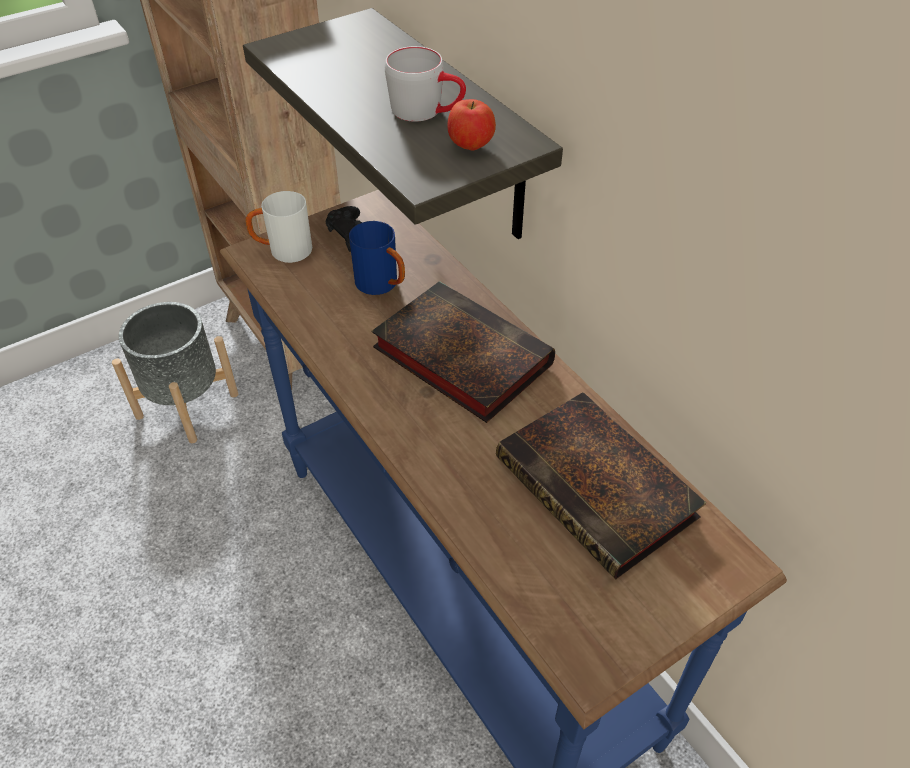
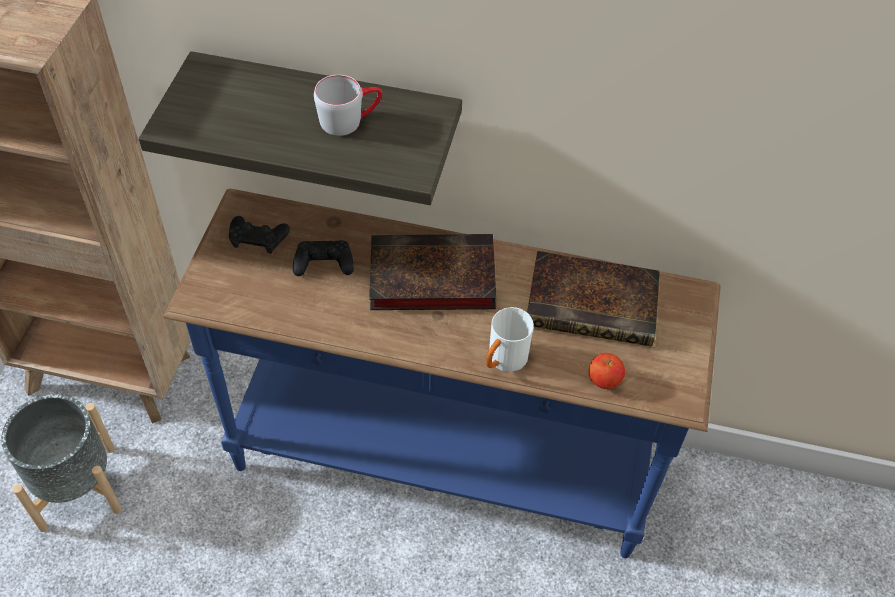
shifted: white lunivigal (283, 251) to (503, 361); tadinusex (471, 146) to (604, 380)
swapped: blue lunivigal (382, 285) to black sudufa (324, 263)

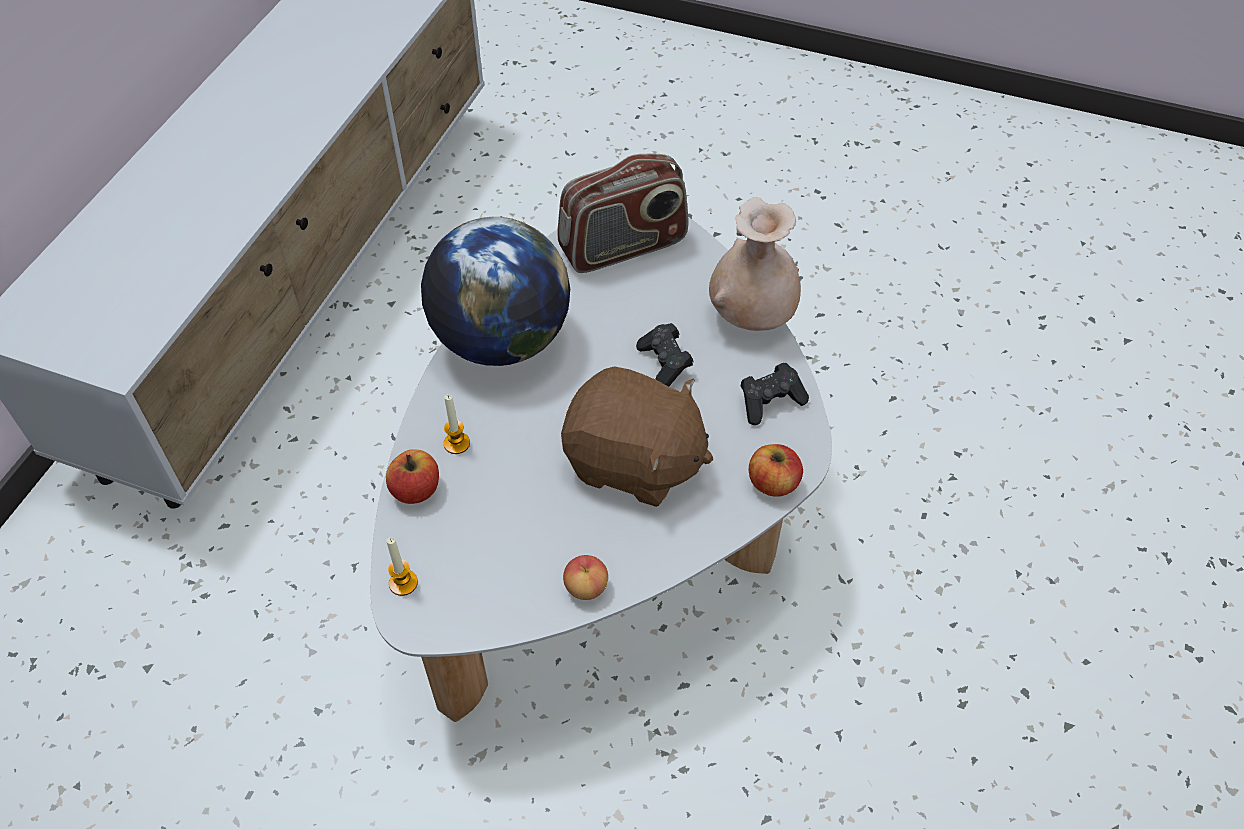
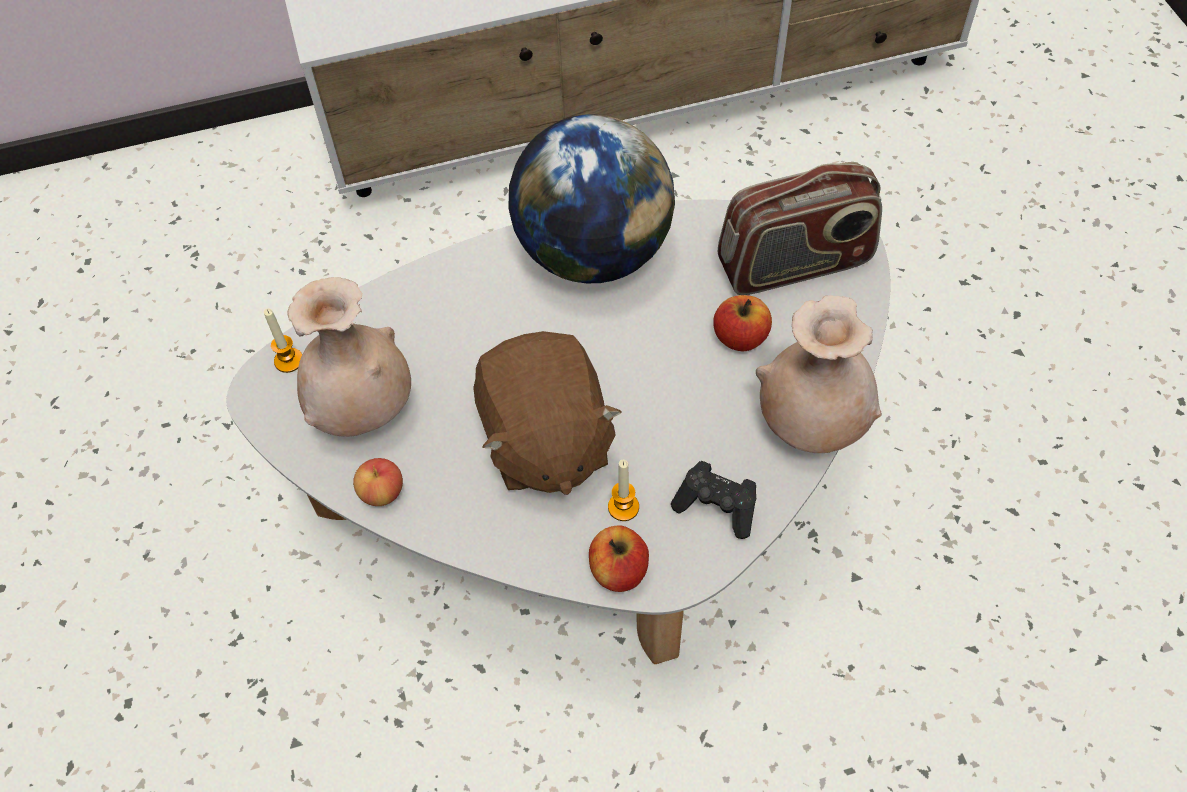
gone: black sudufa (665, 364)
new: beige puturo (363, 409)
shifted: tadinusex (416, 490) to (740, 337); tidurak (457, 443) to (623, 507)
rotated: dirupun (623, 246) = (795, 264) 45 degrees counterclockwise

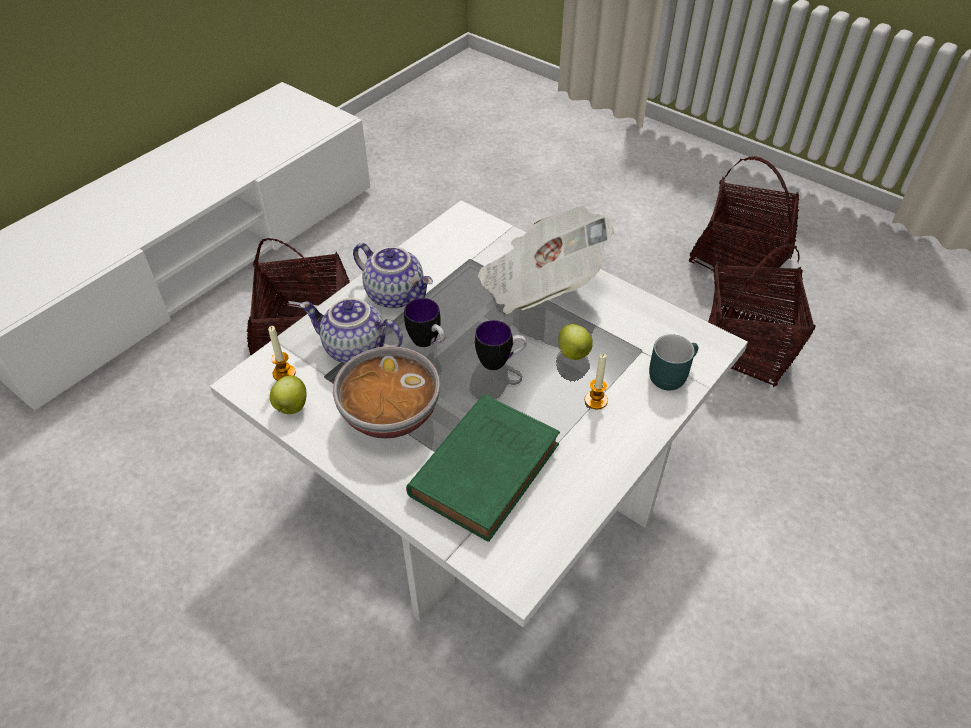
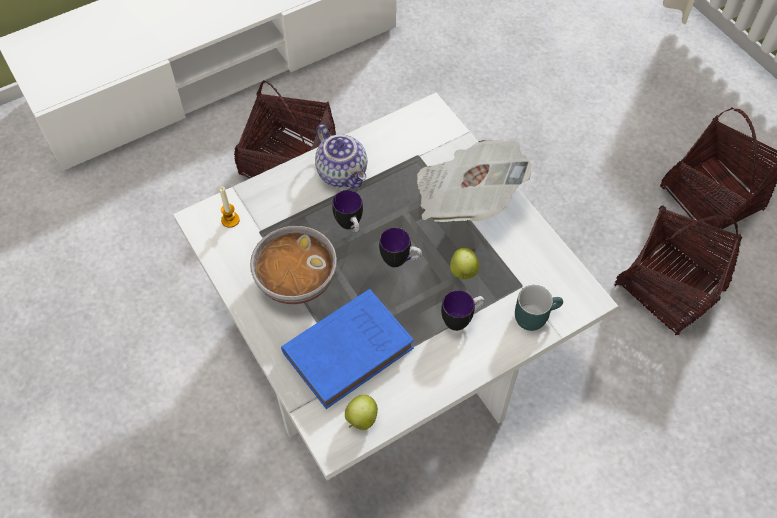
gone: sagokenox (354, 350)
shifted: tadinusex (291, 407) to (361, 419)
swapped: tidurak (596, 400) to lunivigal (461, 319)
repainted: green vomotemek (487, 467) to blue vomotemek (351, 349)

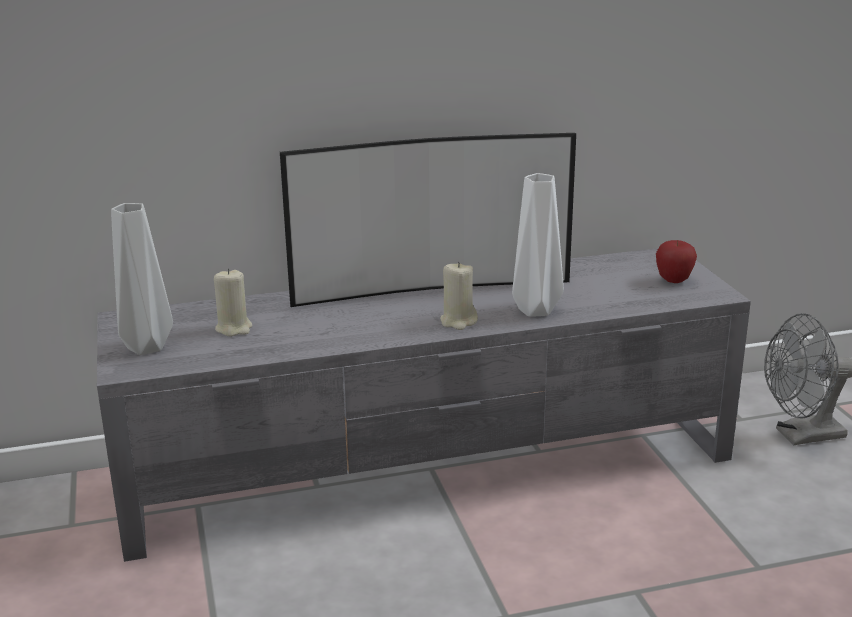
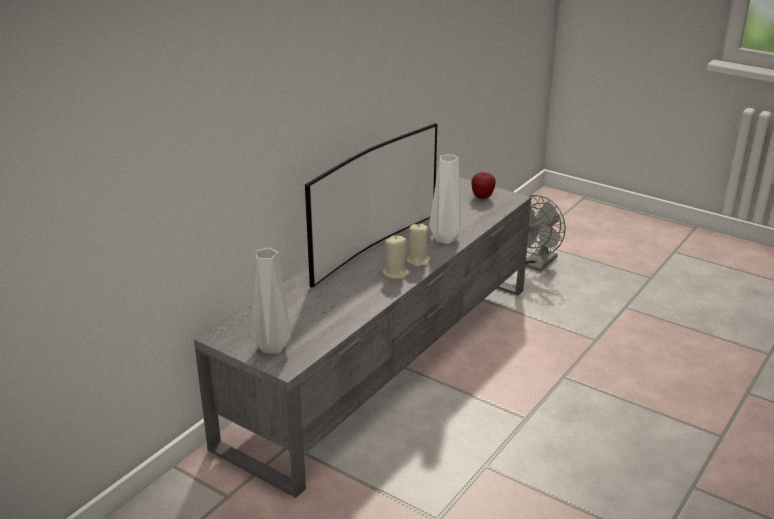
shifted: beige tidurak (234, 328) to (396, 273)

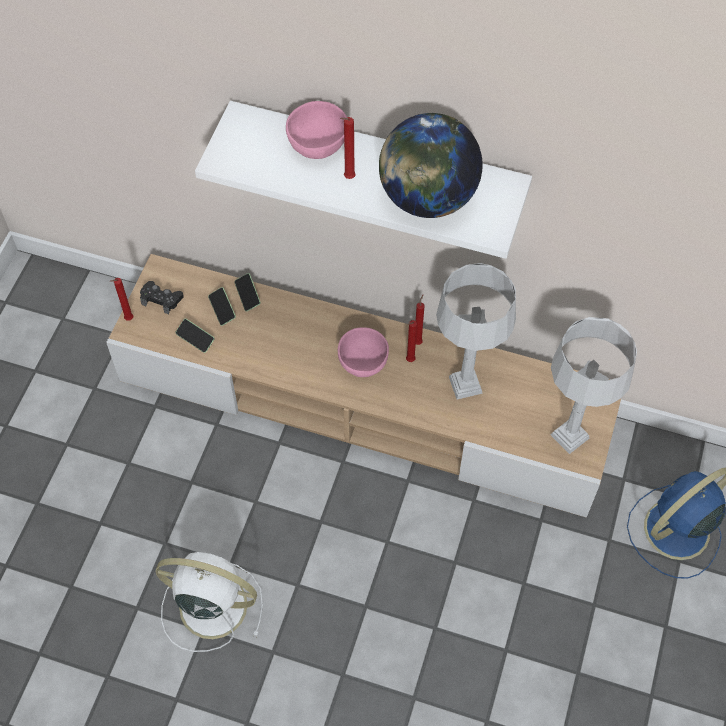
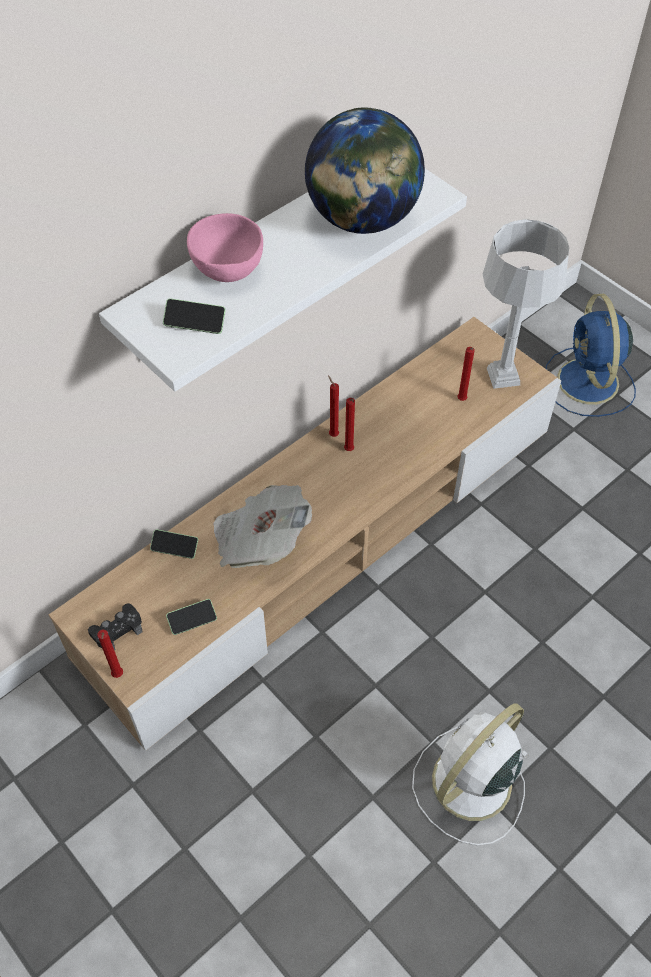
gone: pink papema (362, 363); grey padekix (465, 385)
new: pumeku (260, 540)
shifted: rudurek (222, 309) to (195, 322); red tidurak (348, 178) to (462, 401)

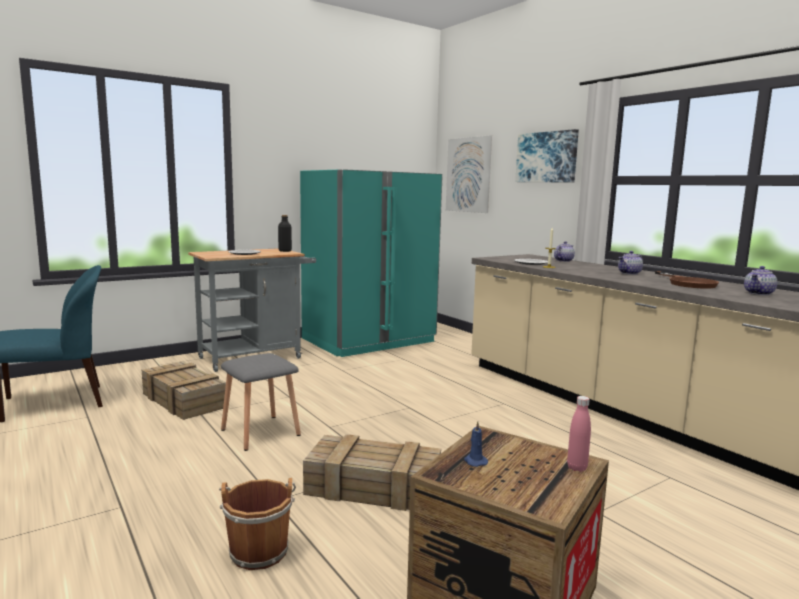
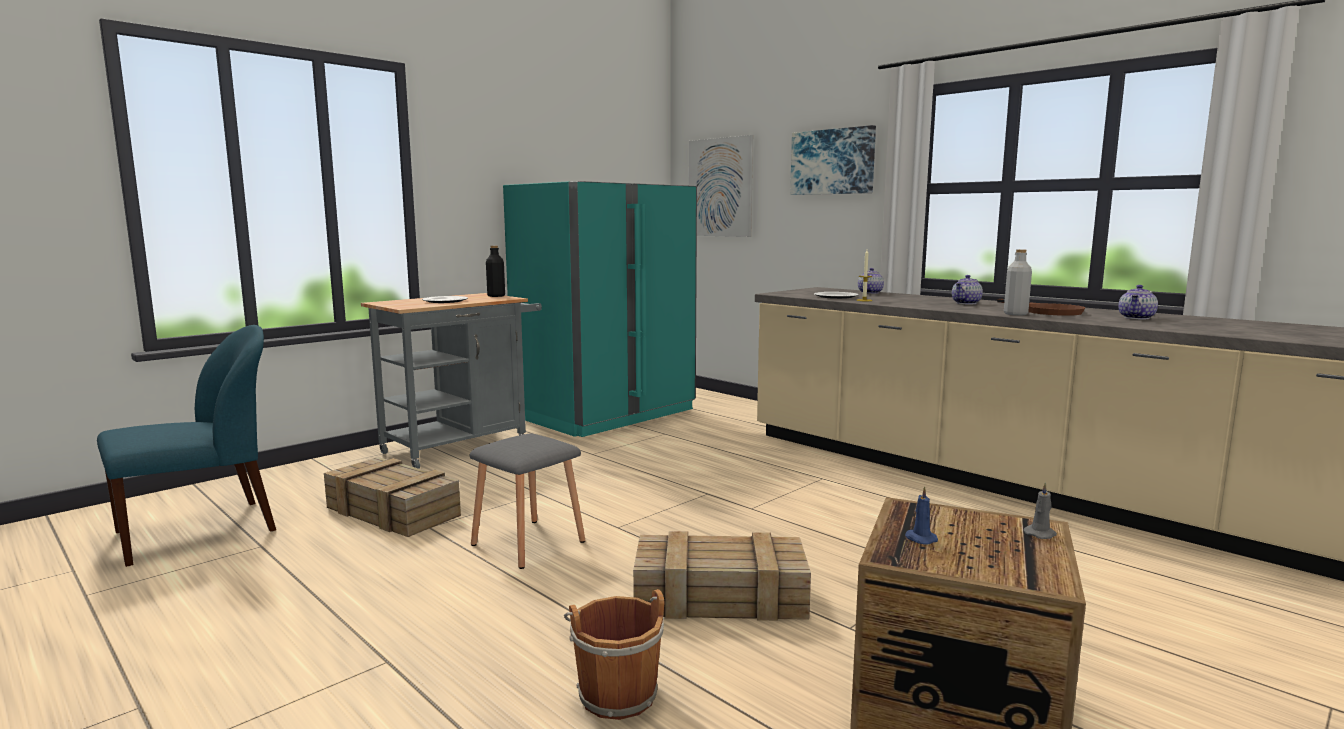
new: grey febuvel (1015, 314)
swapped: pink febuvel (577, 467) to grey tidurak (1040, 534)

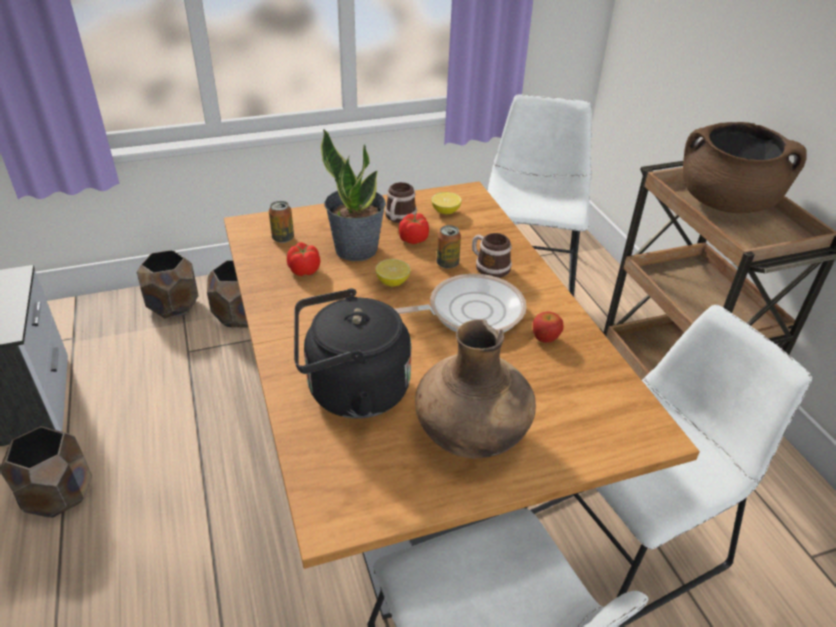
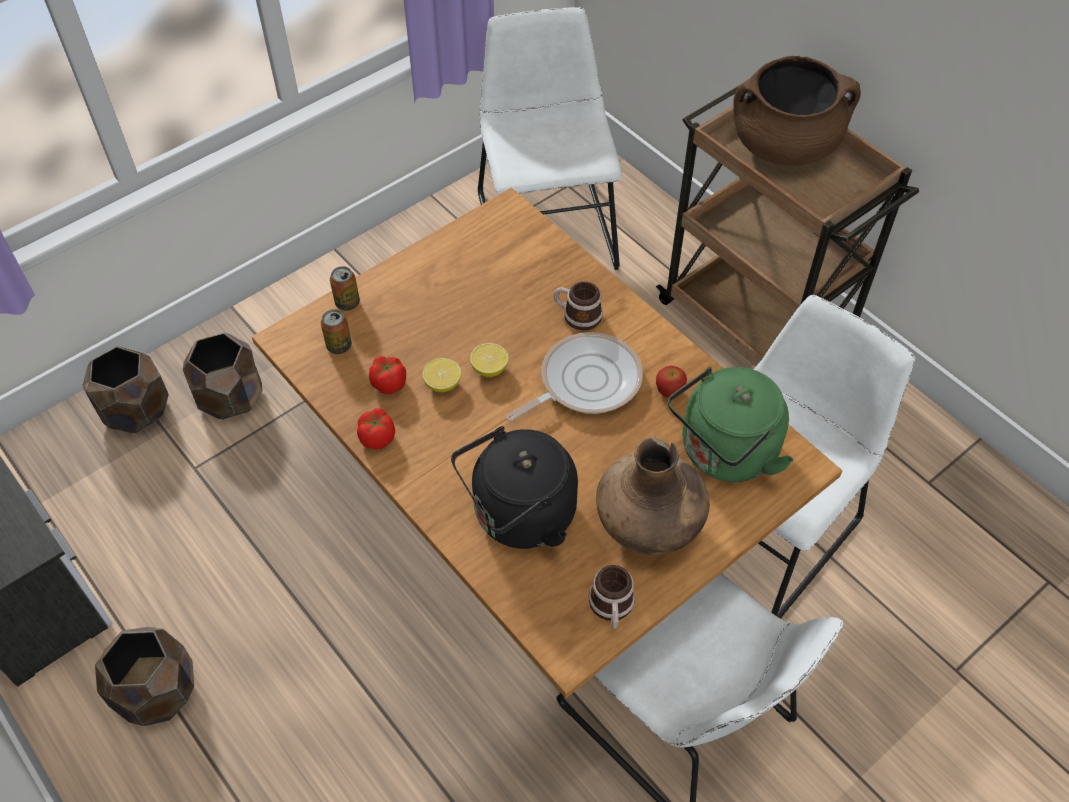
gone: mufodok (356, 248)
new: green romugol (724, 453)
shifted: lunivigal (399, 218) to (611, 608); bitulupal (414, 239) to (377, 437); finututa (445, 212) to (443, 384); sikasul (447, 263) to (347, 303)

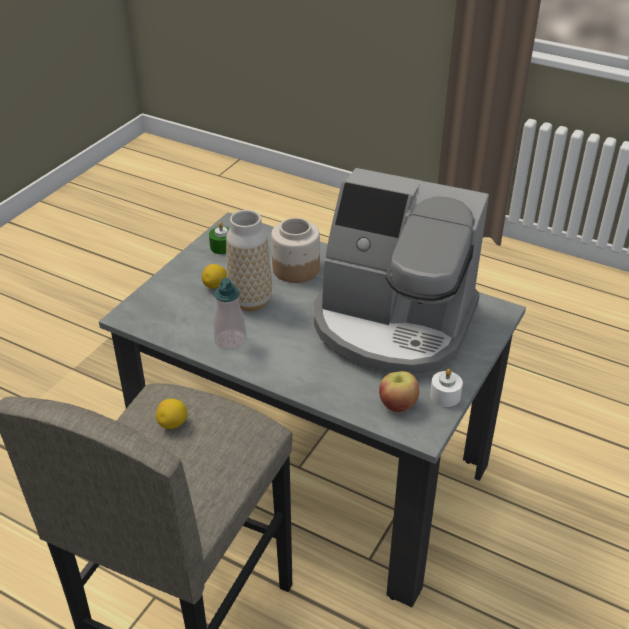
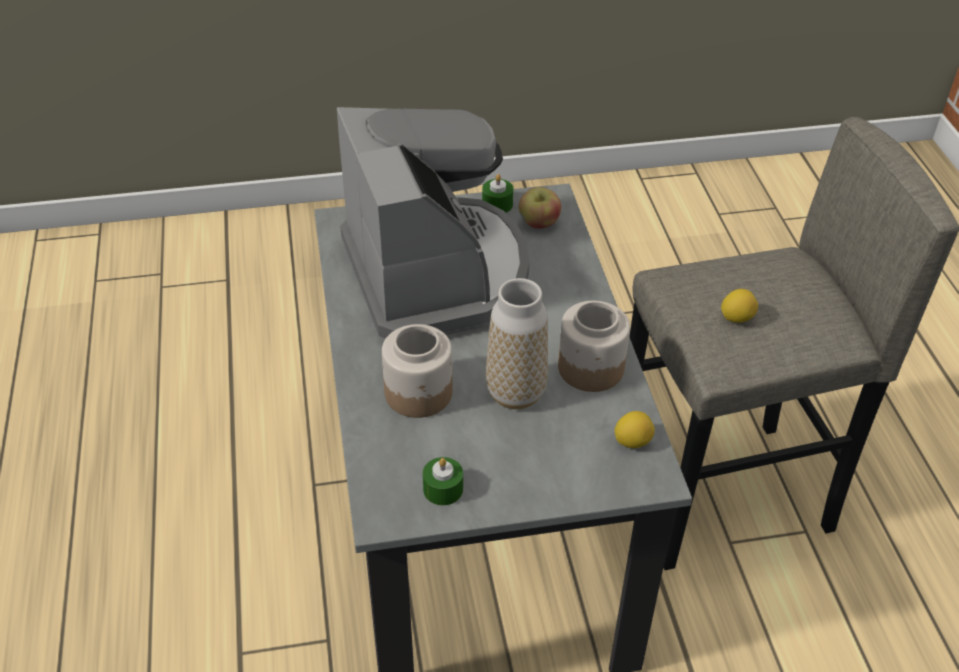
shifted: finututa (215, 286) to (632, 441)
swapped: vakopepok (230, 340) to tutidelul (590, 368)
repainted: white tidurak (445, 396) to green tidurak (497, 204)

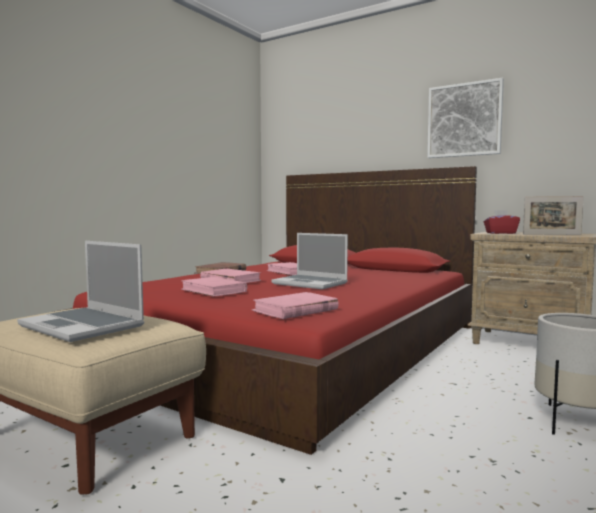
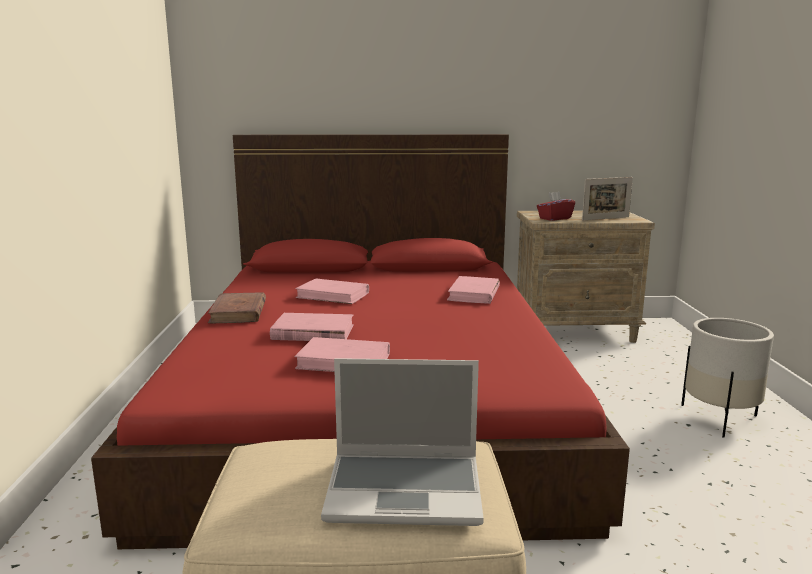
gone: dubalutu (311, 283); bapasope (464, 120)
shifted: pink vomotemek (295, 310) to (474, 294)

